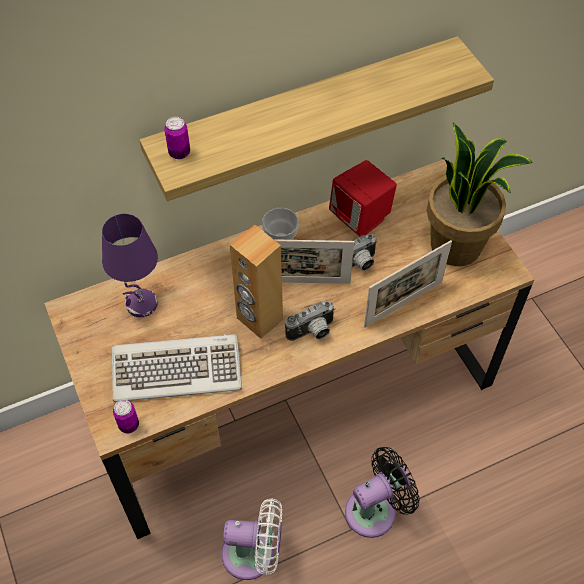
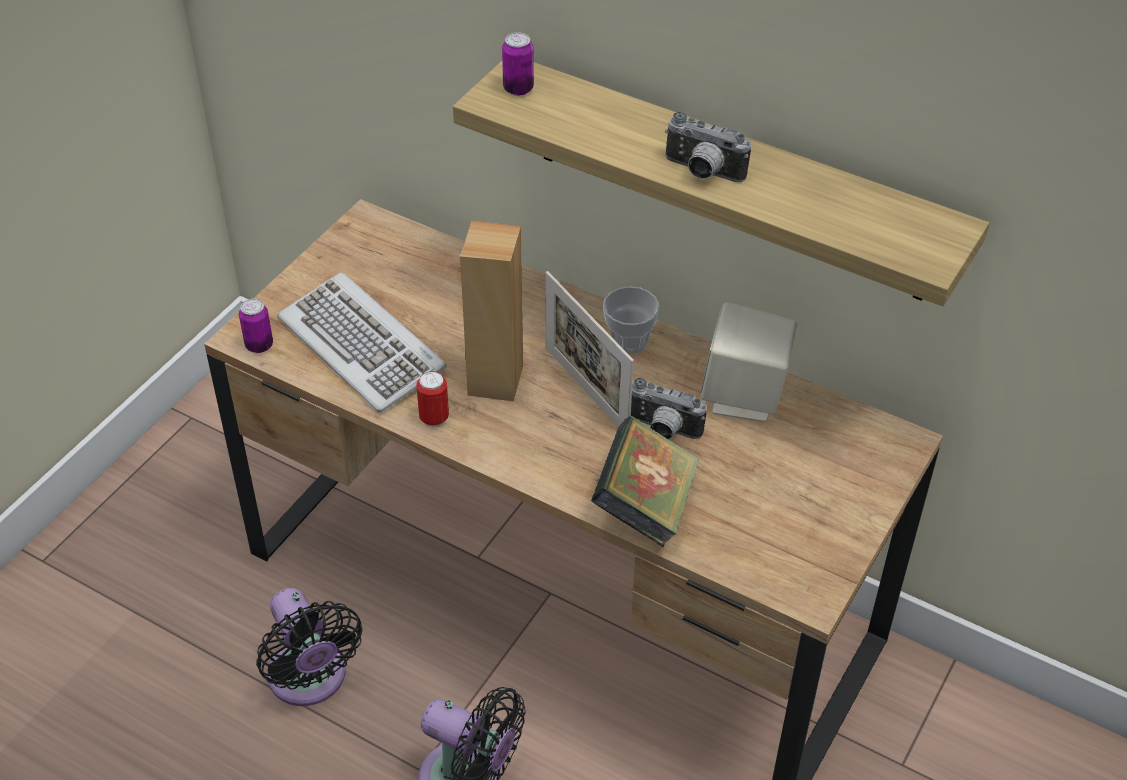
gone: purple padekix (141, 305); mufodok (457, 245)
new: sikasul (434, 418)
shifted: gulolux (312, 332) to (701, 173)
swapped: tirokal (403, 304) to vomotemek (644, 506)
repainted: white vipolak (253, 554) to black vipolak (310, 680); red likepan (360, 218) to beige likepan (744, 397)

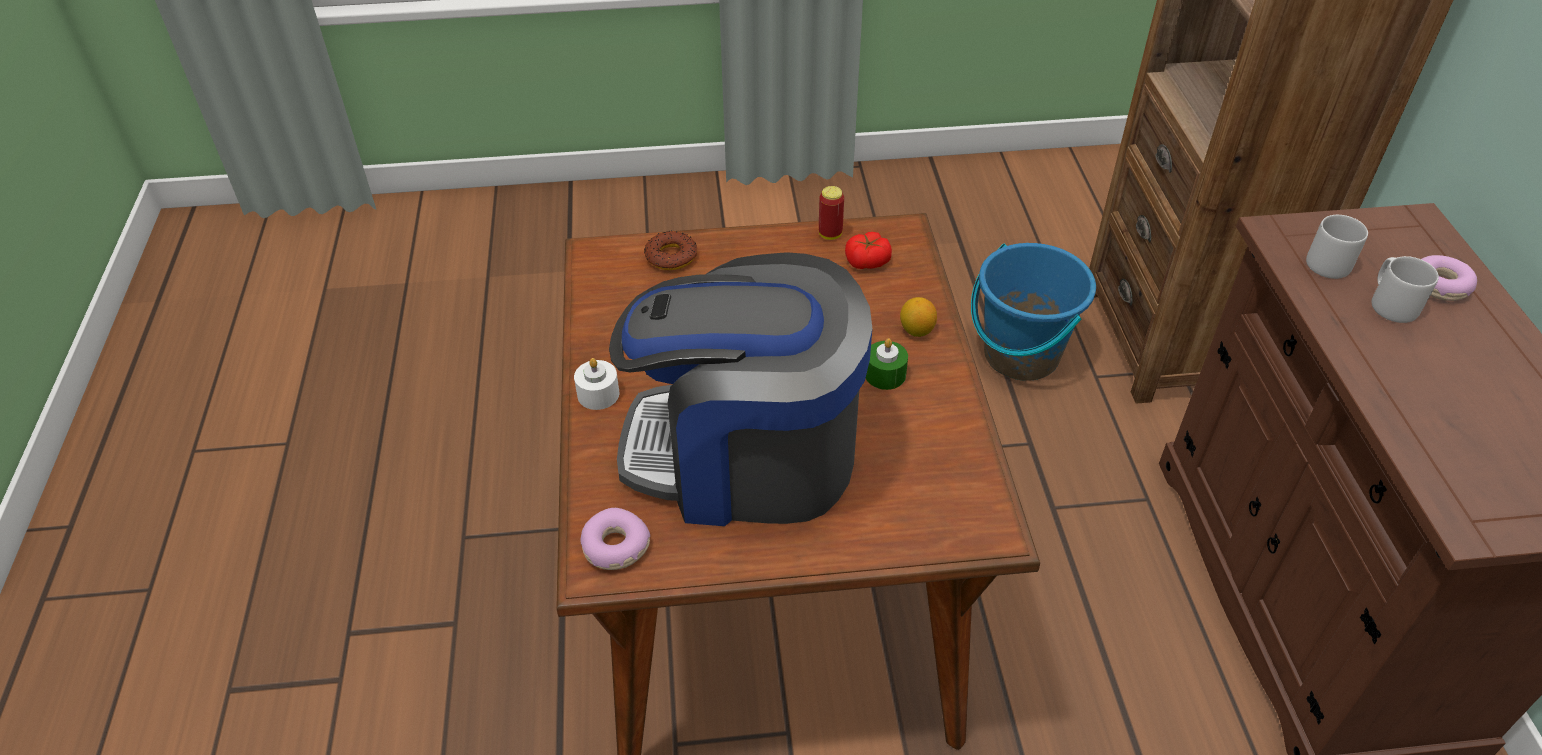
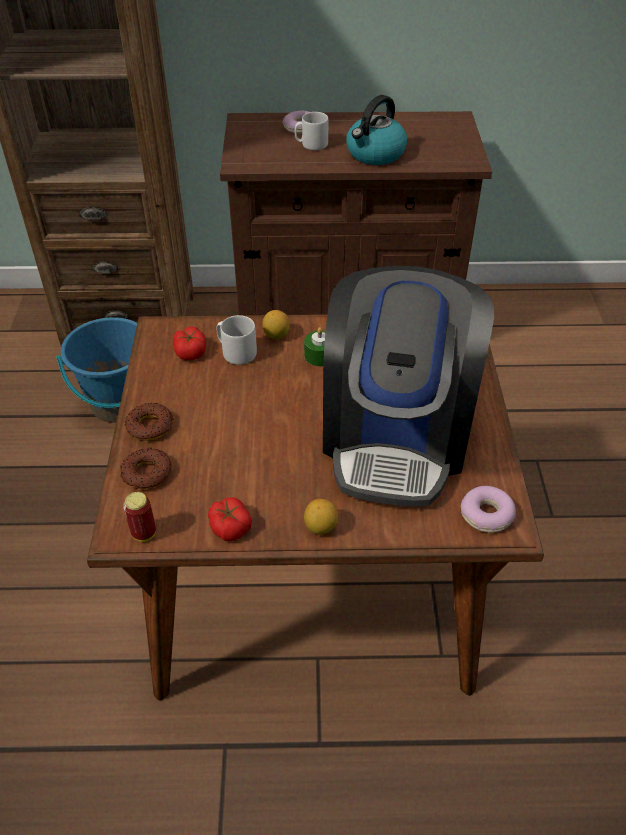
new: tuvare (150, 426); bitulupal (230, 527); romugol (375, 154)
shifted: sikasul (830, 234) to (144, 533); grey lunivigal (1329, 262) to (236, 352)
swapped: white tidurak (598, 394) to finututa (321, 527)

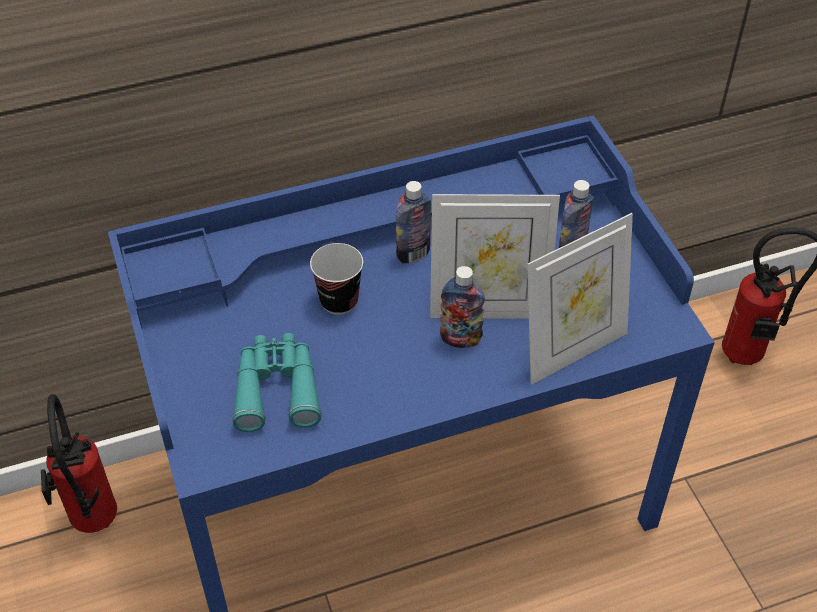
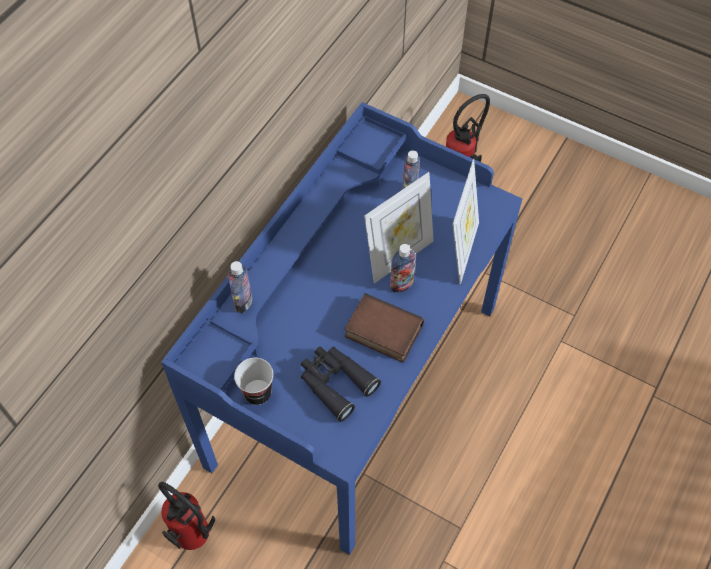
new: vomotemek (381, 332)
shifted: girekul (339, 301) to (257, 393); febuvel (413, 254) to (243, 302)
repainted: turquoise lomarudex (277, 388) to black lomarudex (335, 383)

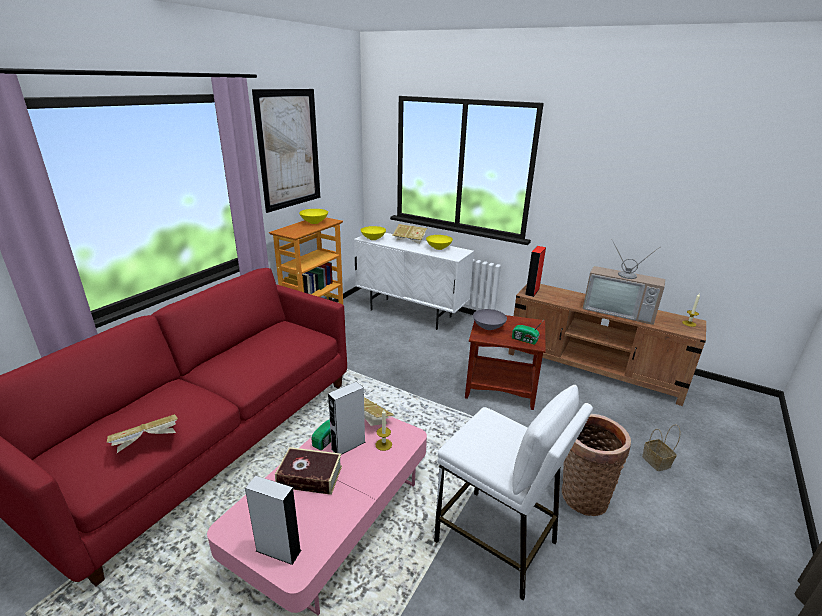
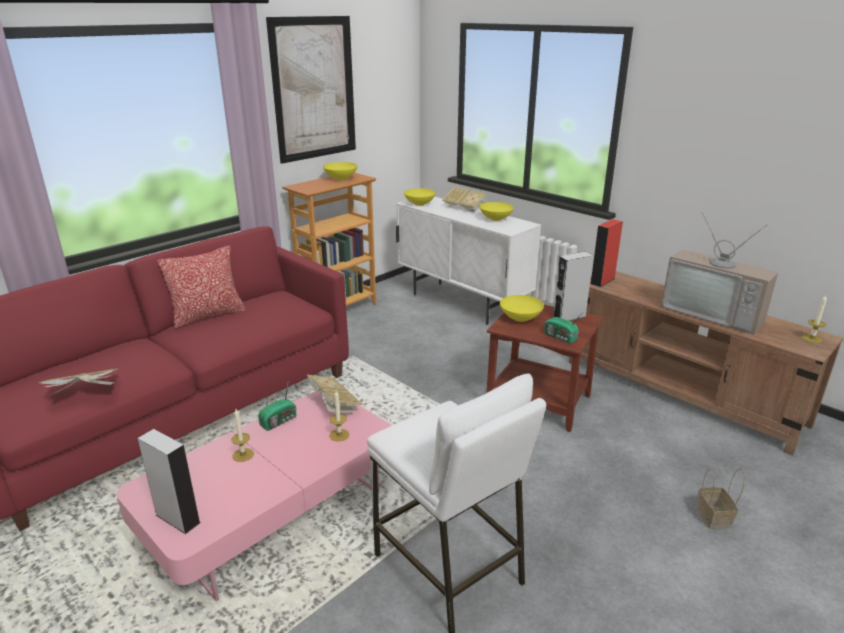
gone: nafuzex (582, 494)
new: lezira (208, 315)
shifted: grey likepan (348, 445) to (569, 317)
swapped: vomotemek (310, 476) to tidurak (243, 455)
repainted: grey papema (489, 327) to yellow papema (521, 319)

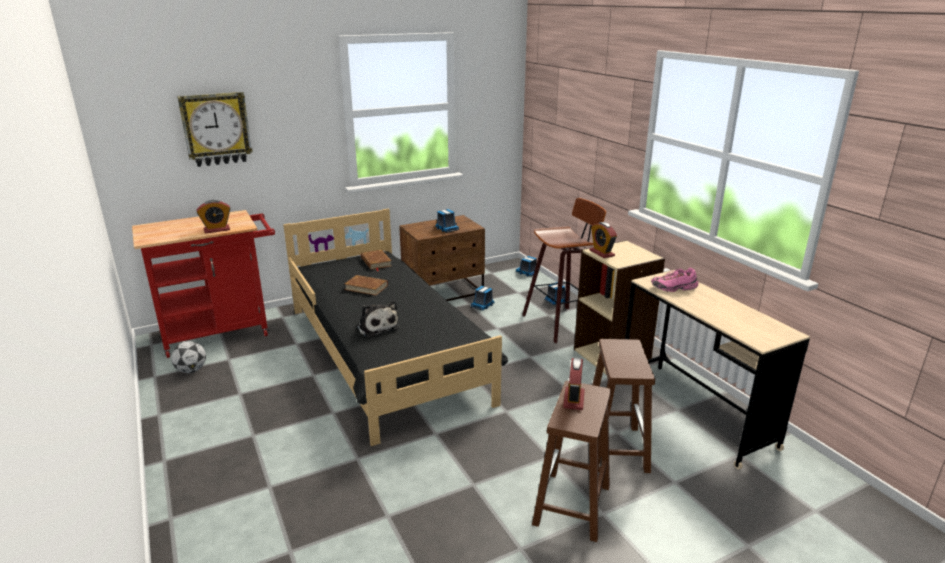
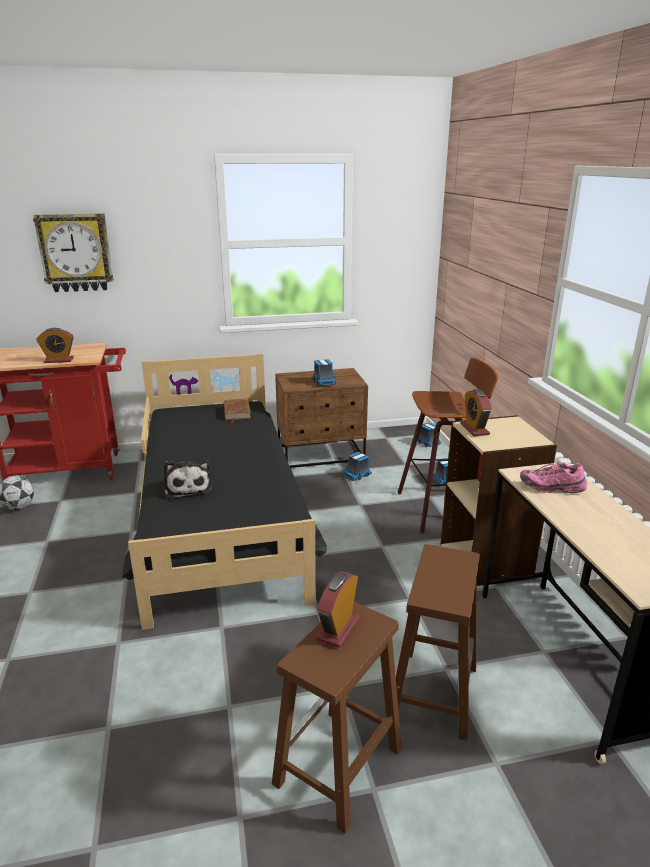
gone: brown vomotemek (366, 287)

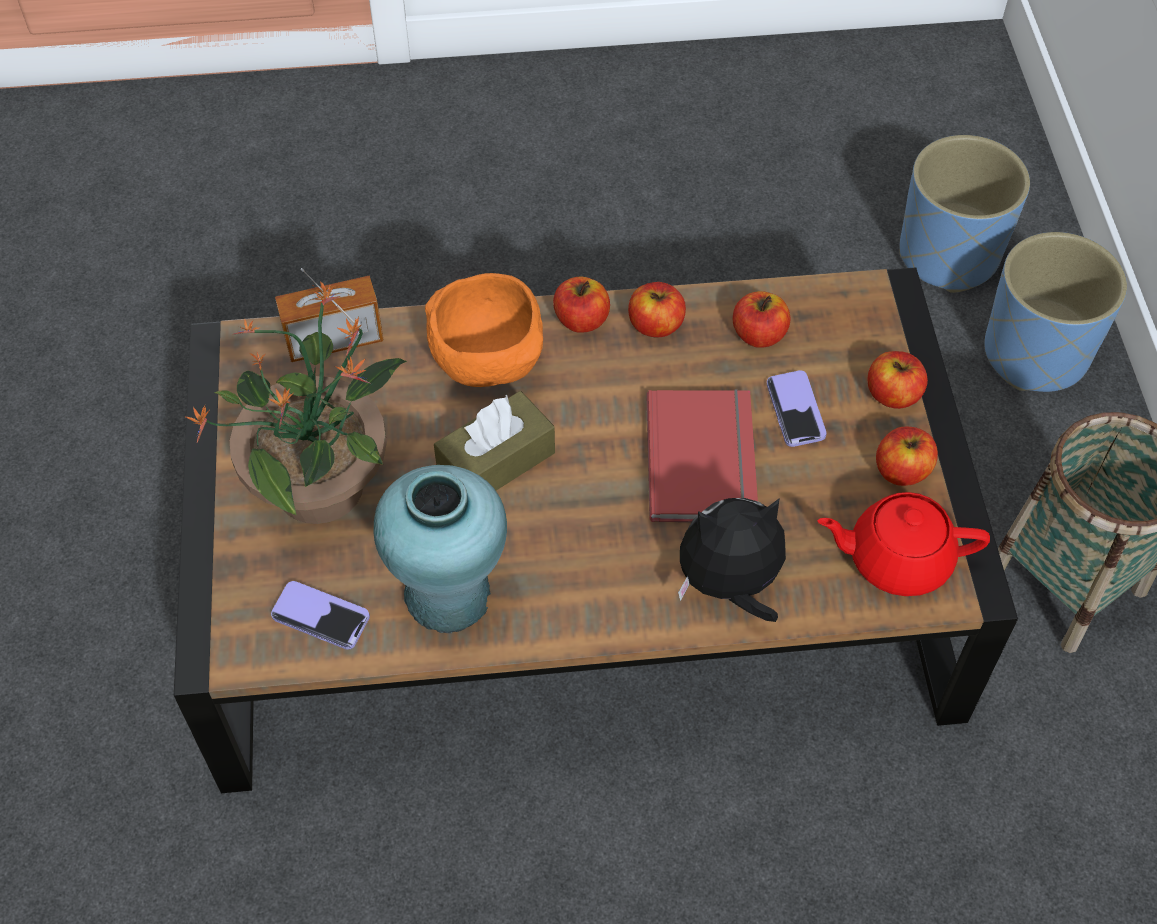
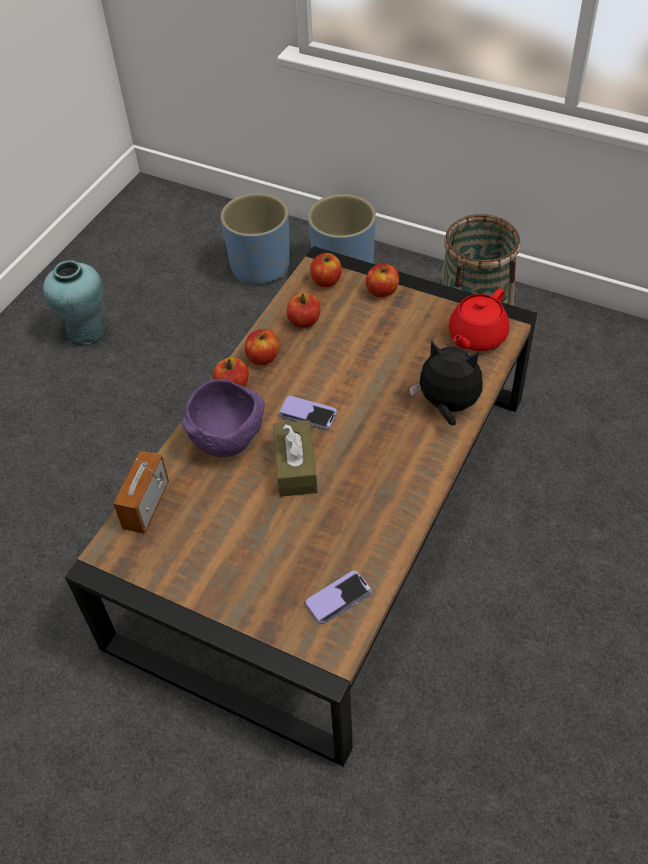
gone: mufodok (323, 485); red vomotemek (705, 459)
shifted: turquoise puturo (448, 594) to (86, 332); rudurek (795, 410) to (308, 414); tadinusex (901, 470) to (326, 281)
repainted: orange papema (491, 364) to purple papema (228, 439)
rotated: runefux (729, 586) = (447, 406) 90 degrees clockwise

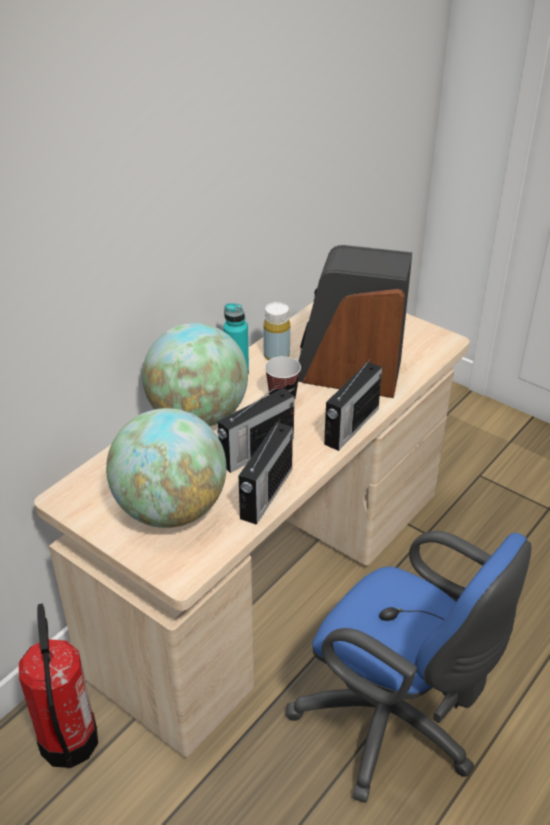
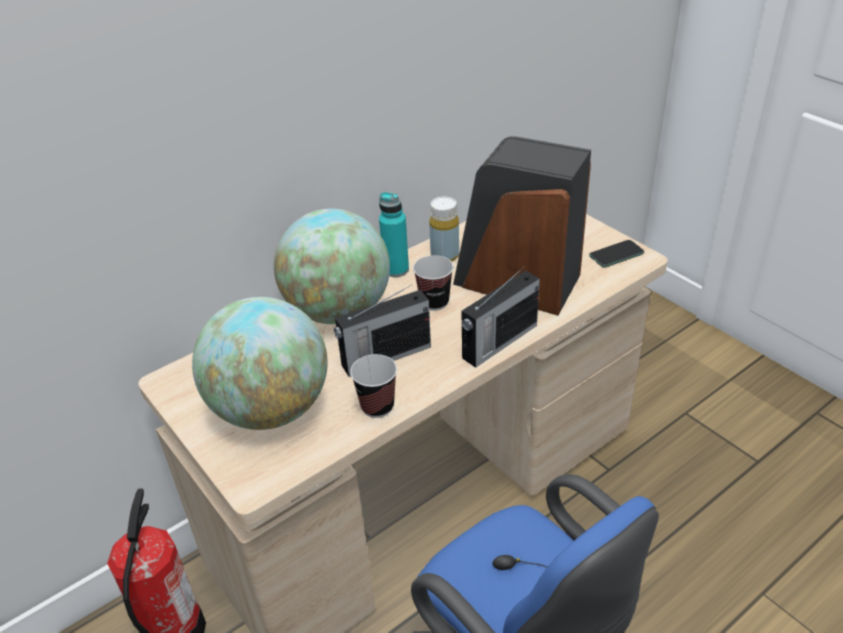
new: rudurek (616, 254)
swapped: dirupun (265, 494) to girekul (377, 406)

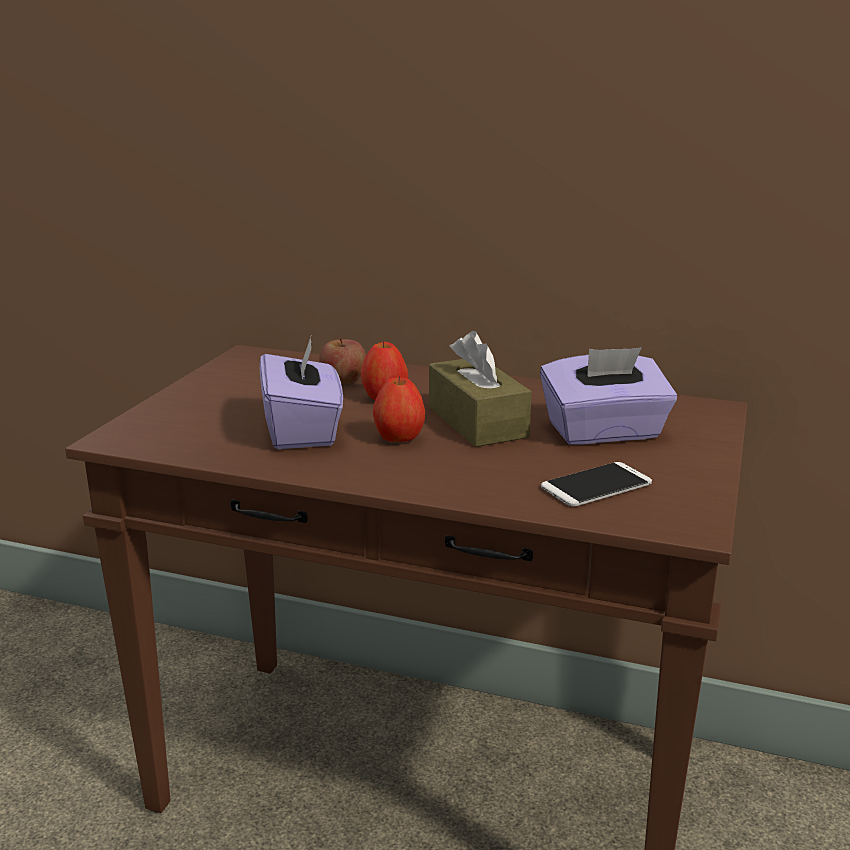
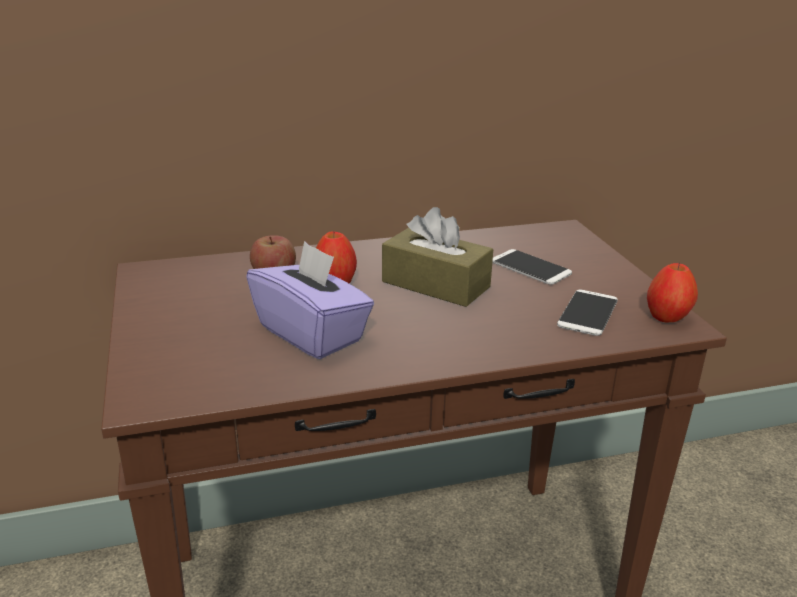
shifted: tadinusex (398, 439) to (667, 318)
swapped: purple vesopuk (604, 432) to rudurek (530, 268)

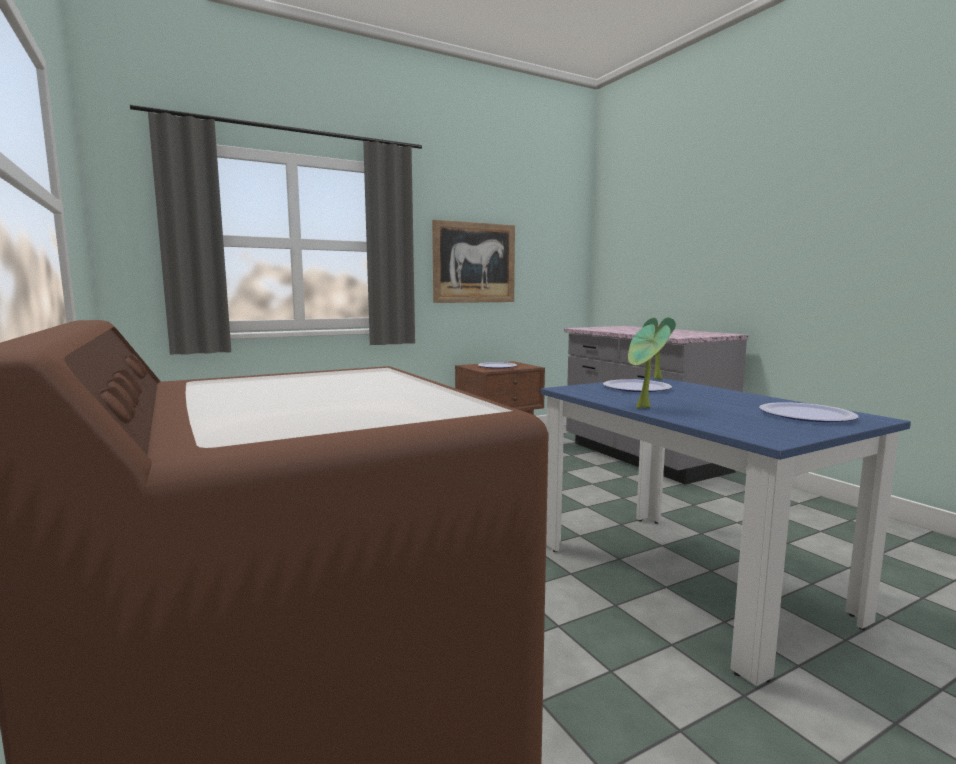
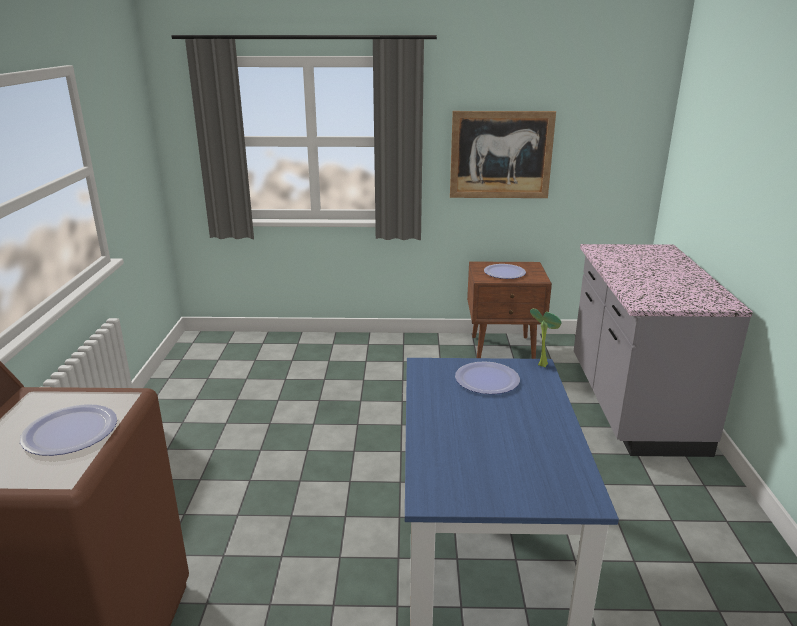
gone: mufodok (643, 408)
shifted: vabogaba (806, 415) to (70, 431)

